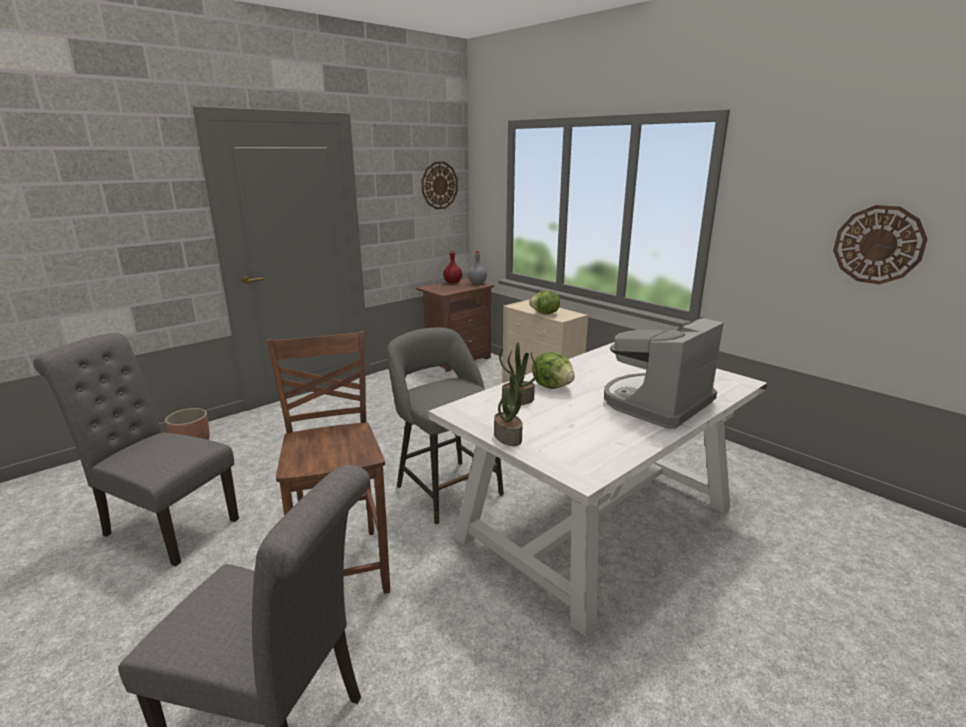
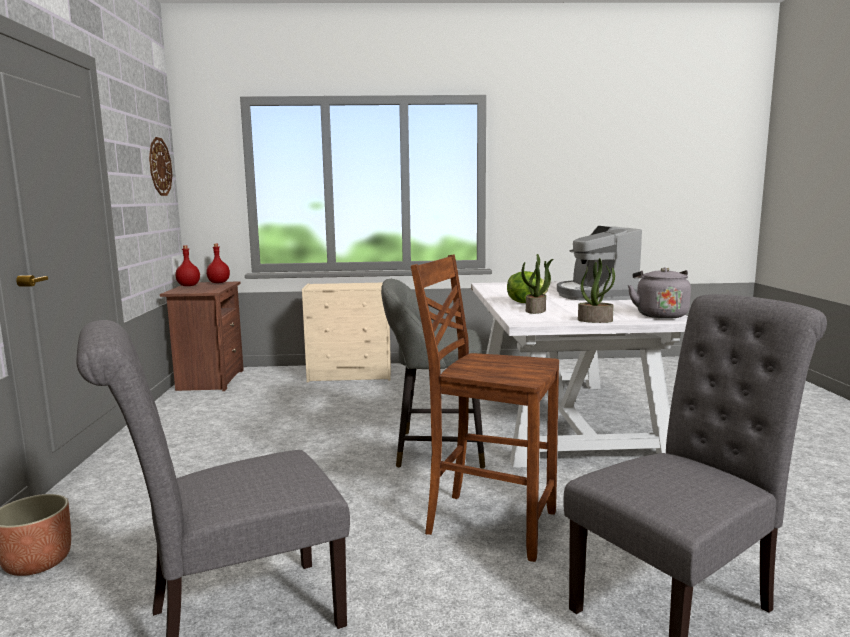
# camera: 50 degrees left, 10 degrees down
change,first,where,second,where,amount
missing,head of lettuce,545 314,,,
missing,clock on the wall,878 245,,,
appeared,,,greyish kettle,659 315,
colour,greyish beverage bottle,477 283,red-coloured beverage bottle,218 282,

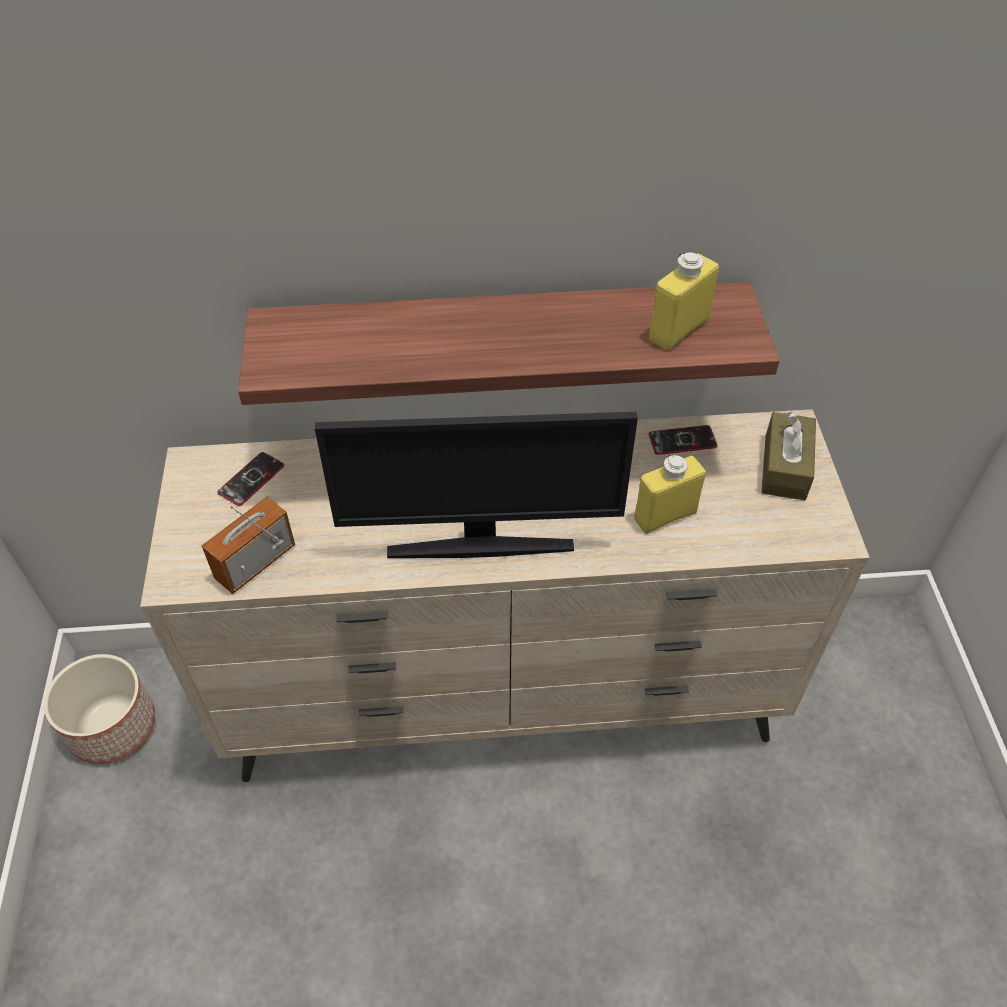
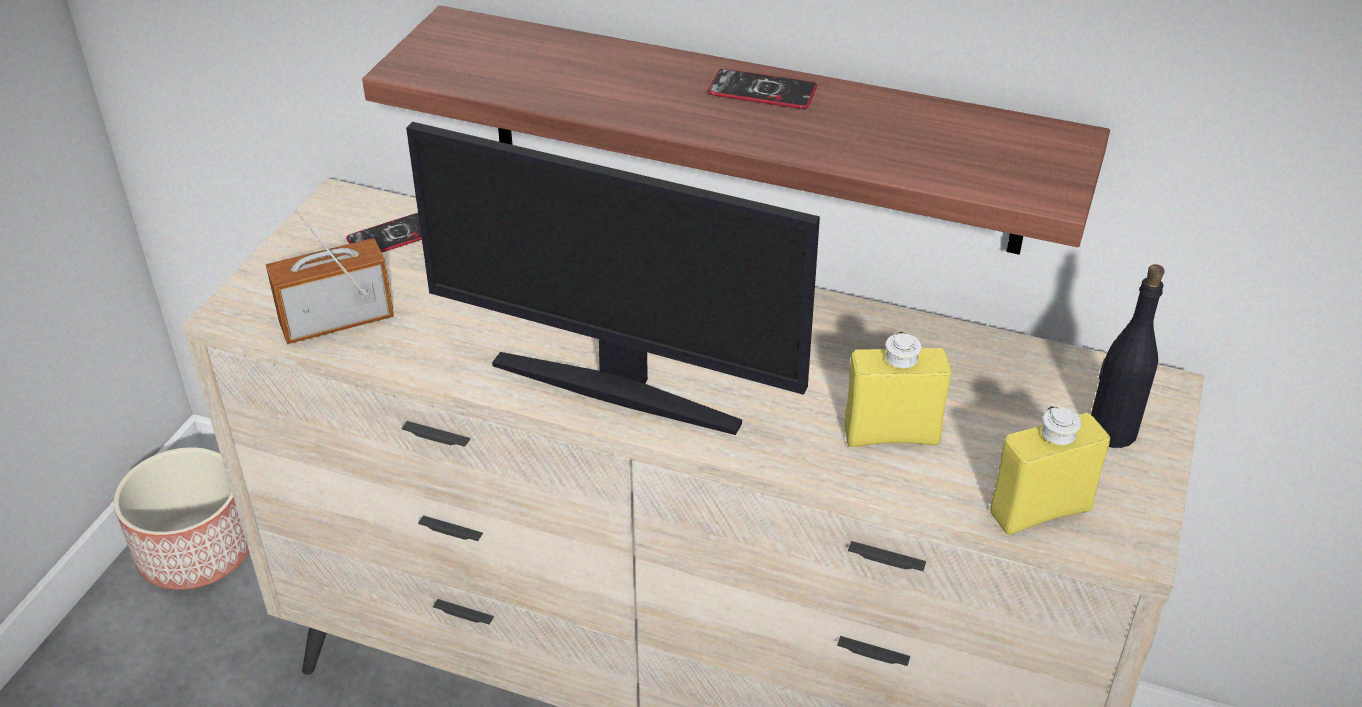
# camera: 25 degrees right, 10 degrees down
change,first,where,second,where,amount
relocated,telephone,682 441,,762 91,
relocated,yellow beverage bottle,678 330,,1040 511,
exchanged,brown tissue holder,785 467,black beverage bottle,1111 431,

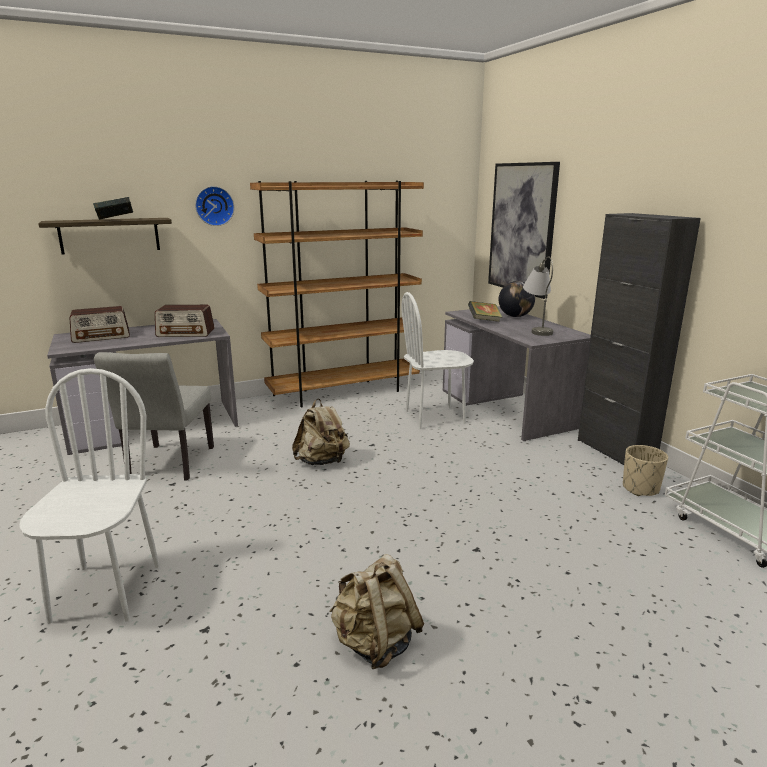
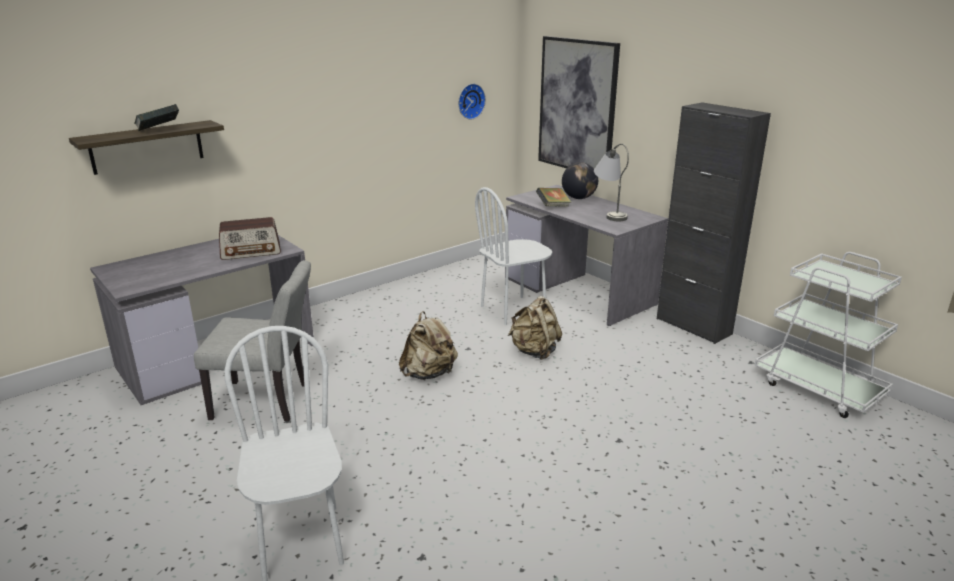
# camera: 15 degrees left, 5 degrees up
change,first,where,second,where,amount
missing,radio,101 337,,,
missing,brown bookcase,344 392,,,
missing,sand-coloured plant pot,640 488,,,
relocated,clock on the wall,214 206,,470 101,
relocated,sand-coloured rucksack,375 644,,534 351,
spun,greyish chair,168 466,,268 401,75 degrees counterclockwise

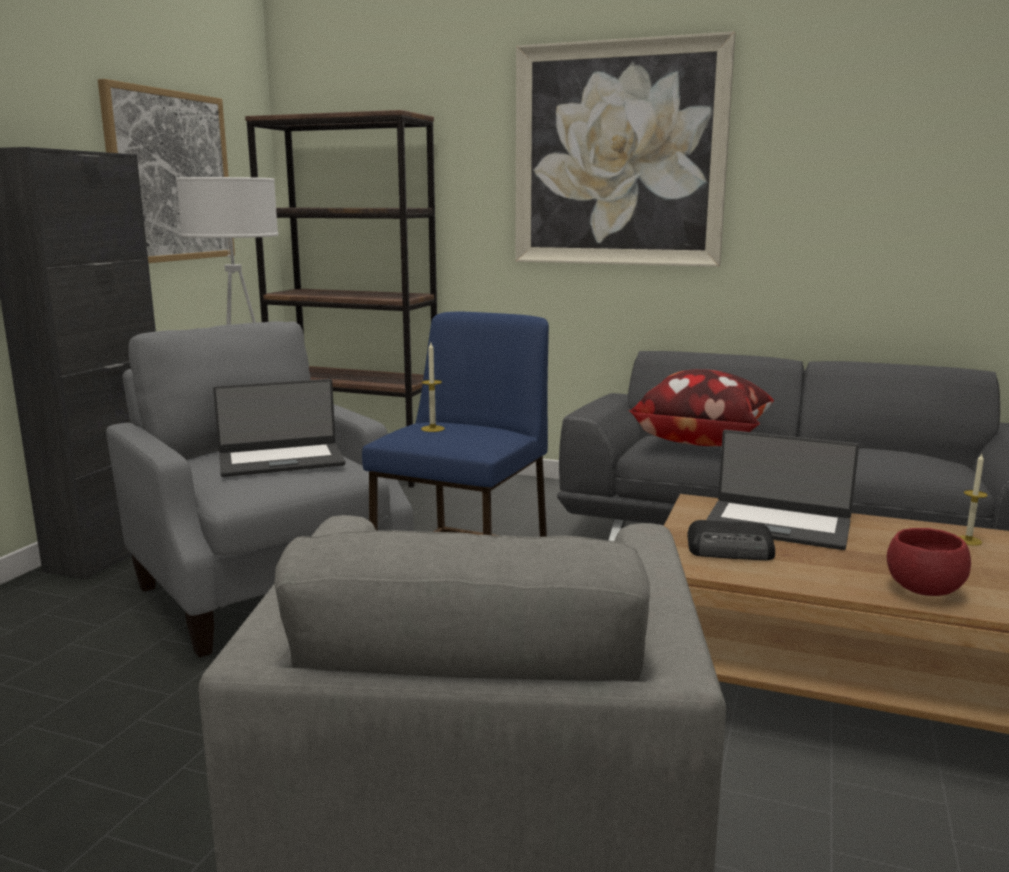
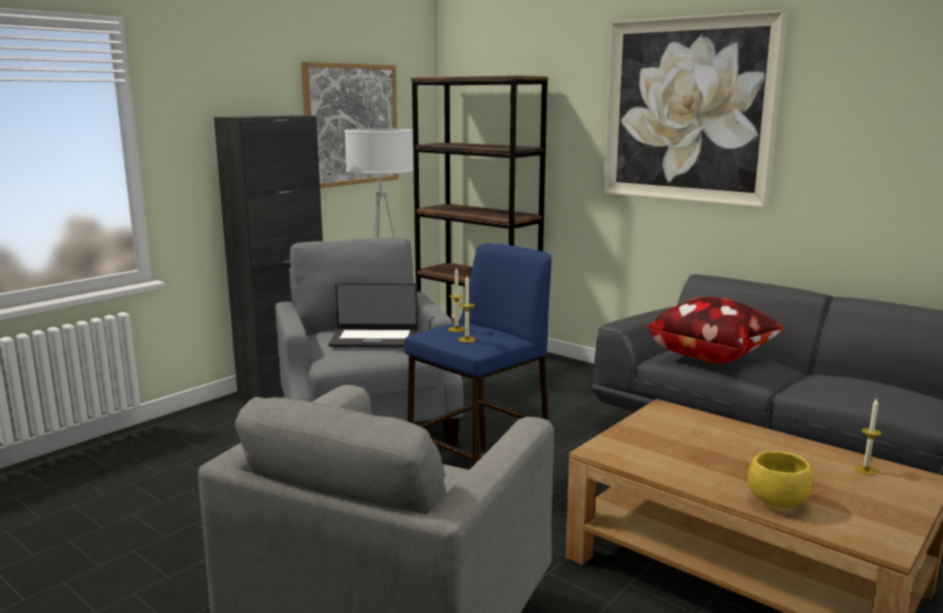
# camera: 20 degrees right, 0 degrees up
change,first,where,second,where,amount
missing,radio,731 549,,,
missing,portable computer,777 525,,,
appeared,,,wax candle,467 339,
colour,red-coloured serving bowl,923 591,yellow serving bowl,776 502,

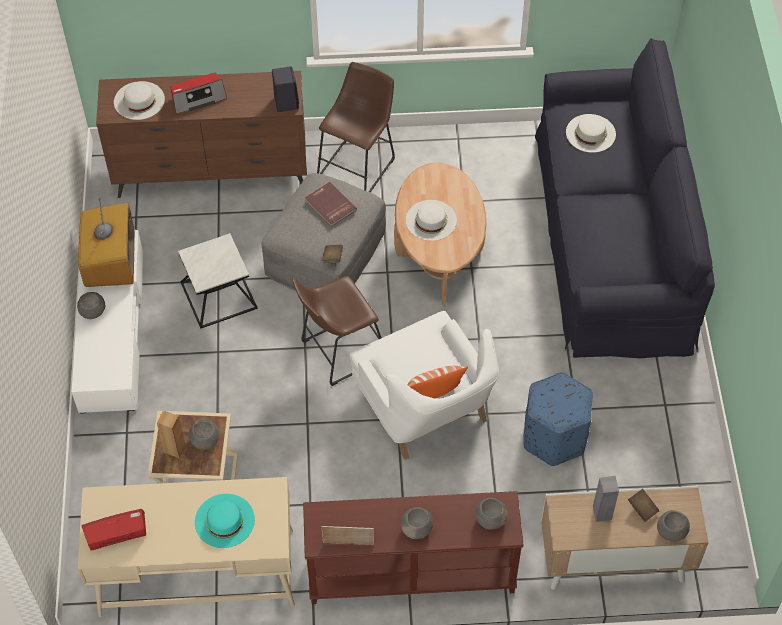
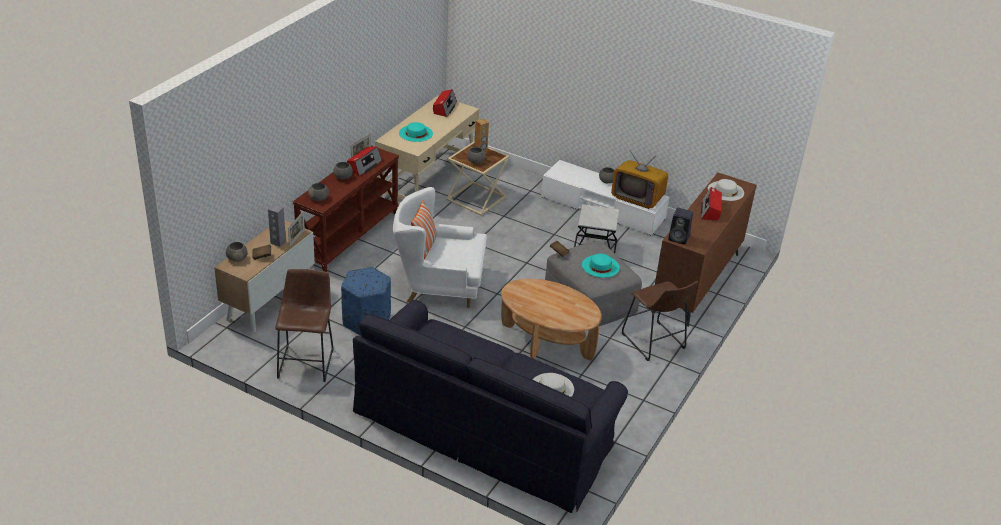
# camera: 120 degrees right, 20 degrees down
change,first,where,second,where,amount
missing,white-coloured clothing hat,431 220,,,
appeared,,,standing frame,297 238,
appeared,,,radio,364 165,
relocated,brown sitting stool,339 352,,307 361,
exchanged,red-coloured bound book,329 206,blue-green clothing hat,600 266,

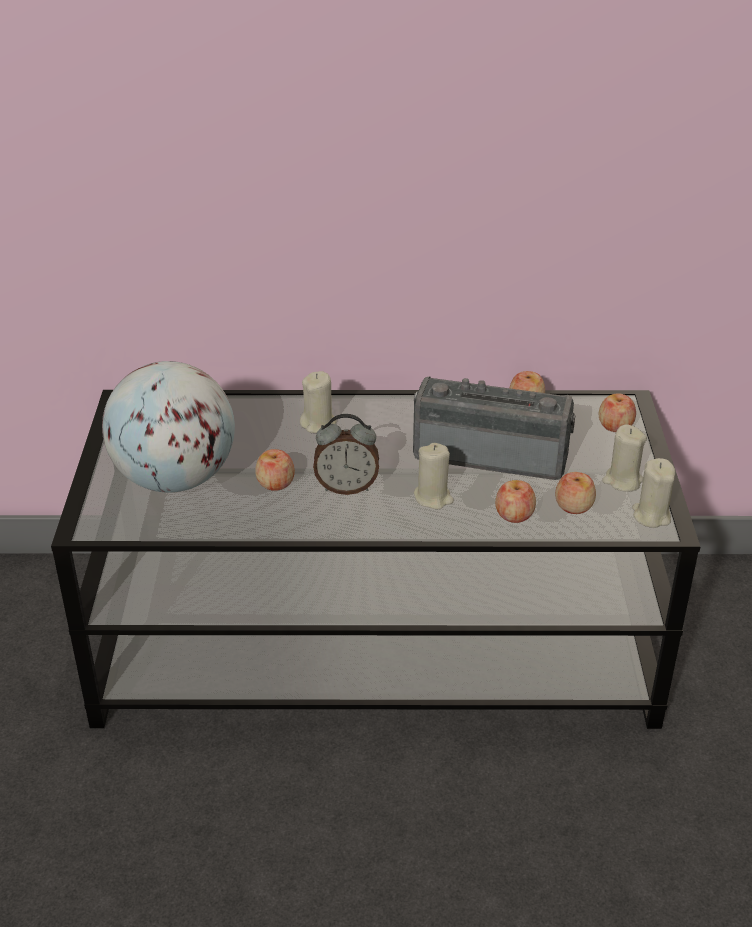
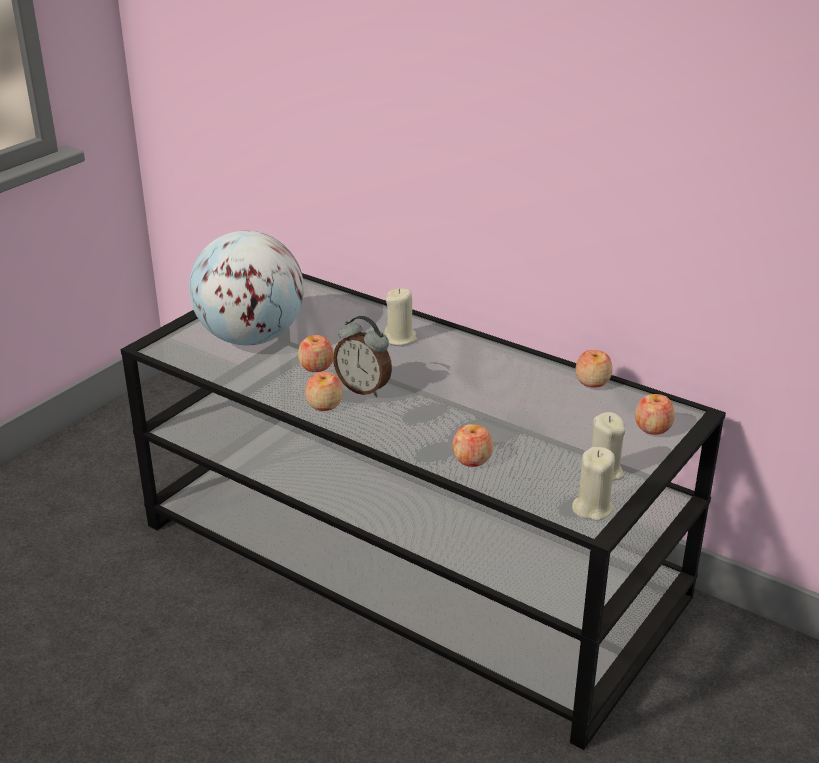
# camera: 35 degrees right, 5 degrees down
change,first,where,second,where,amount
missing,radio,491 453,,,
missing,sand-coloured wax candle,433 498,,,
relocated,apple fruit,574 506,,324 404,

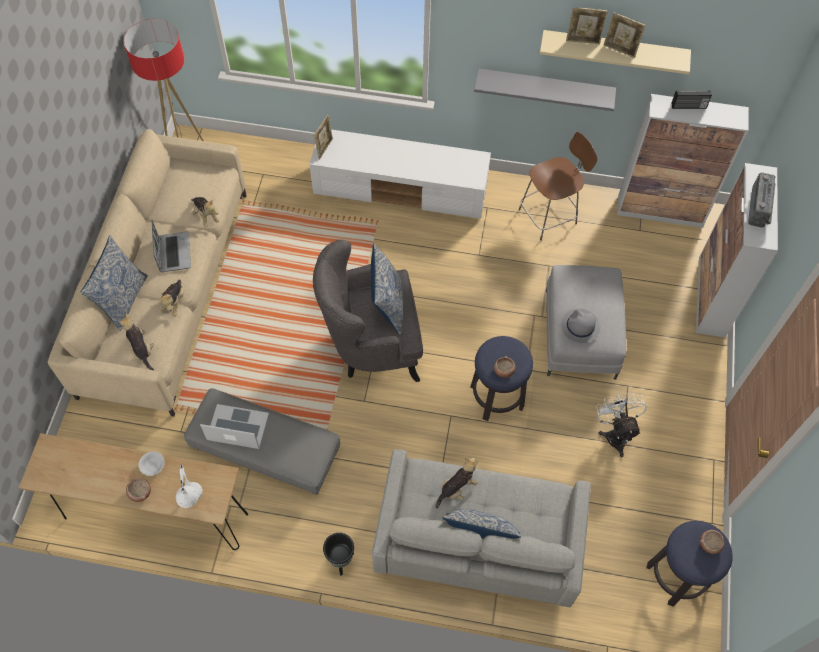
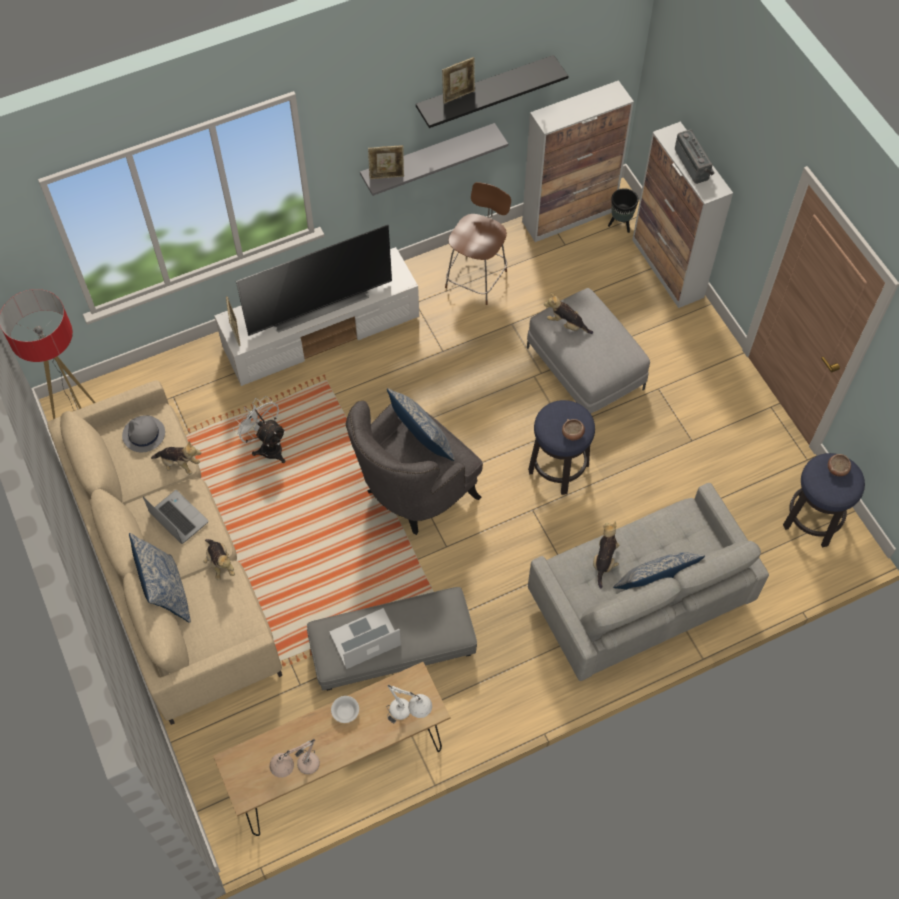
# camera: 35 degrees left, 0 degrees up
change,first,where,second,where,amount
missing,serving bowl,140 492,,,
missing,radio,688 106,,,
appeared,,,television,318 305,
appeared,,,sand-coloured table lamp,298 771,
relocated,plush toy,141 350,,566 324,
relocated,black plant pot,340 561,,620 225,
relocated,greyish clothing hat,580 326,,143 434,
relocated,white-coloured fan,615 433,,267 446,
relocated,standing frame,620 50,,387 176,
colour,sand-coloured bracket shelf,613 51,black bracket shelf,485 90,

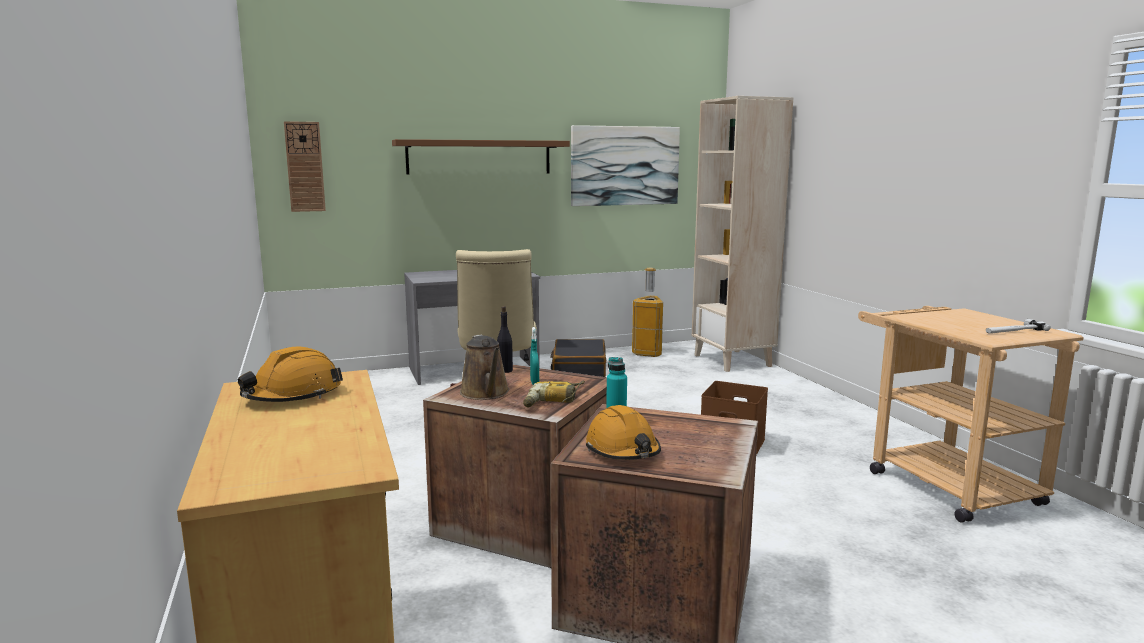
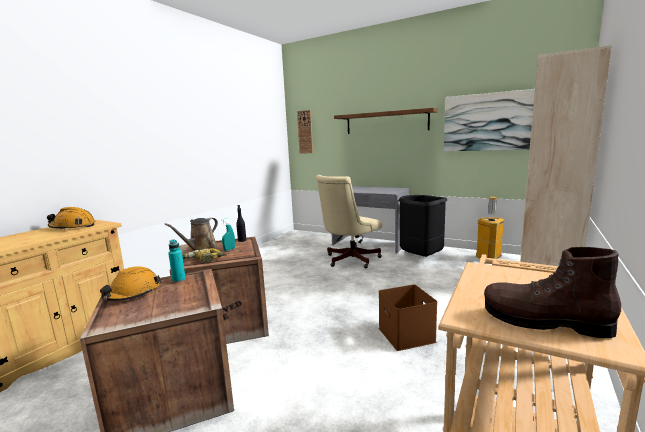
# camera: 50 degrees right, 0 degrees up
change,first,where,second,where,amount
exchanged,black suitcase,579 370,black rubbish bin,420 258,
exchanged,hammer,1014 331,brown high-top boot,544 322,

